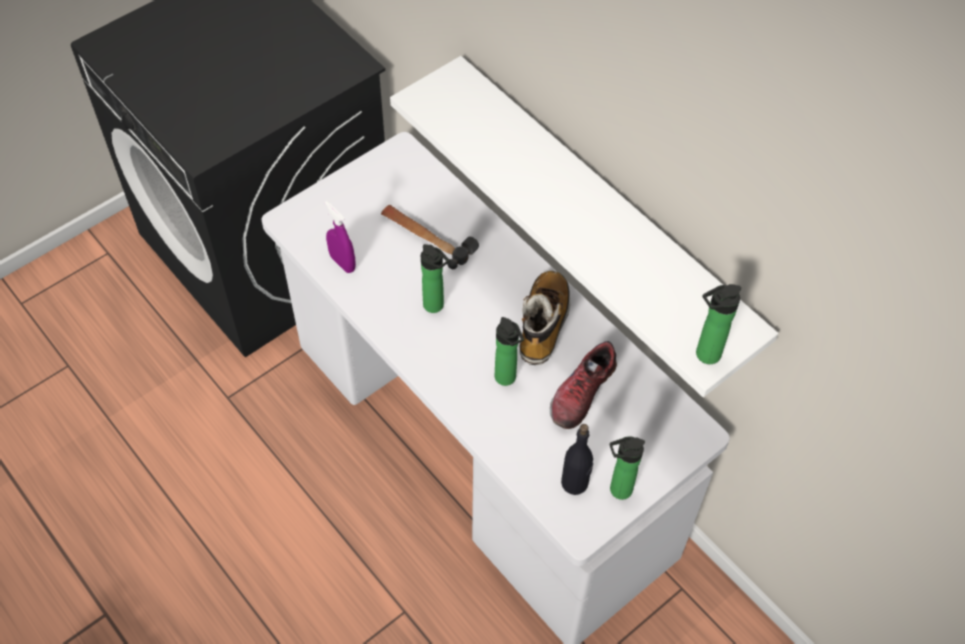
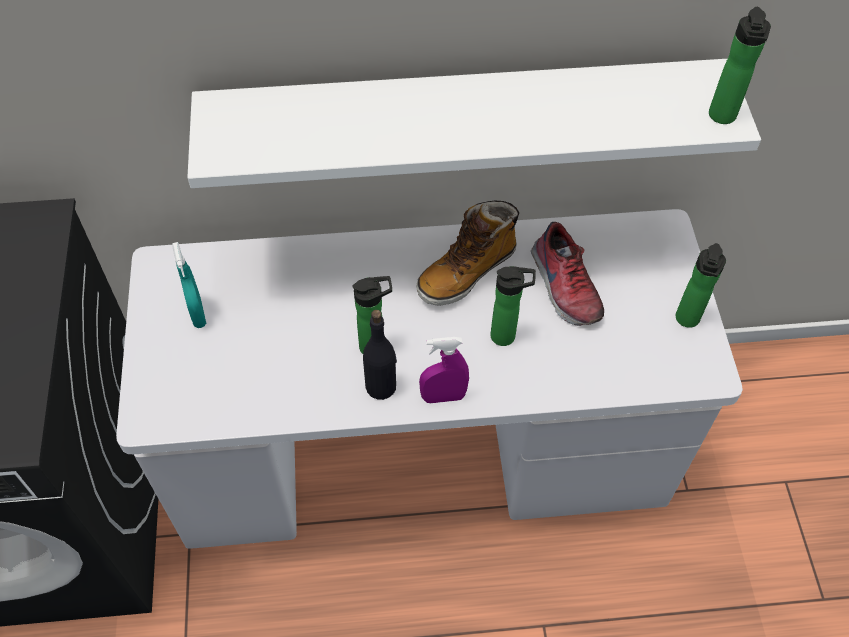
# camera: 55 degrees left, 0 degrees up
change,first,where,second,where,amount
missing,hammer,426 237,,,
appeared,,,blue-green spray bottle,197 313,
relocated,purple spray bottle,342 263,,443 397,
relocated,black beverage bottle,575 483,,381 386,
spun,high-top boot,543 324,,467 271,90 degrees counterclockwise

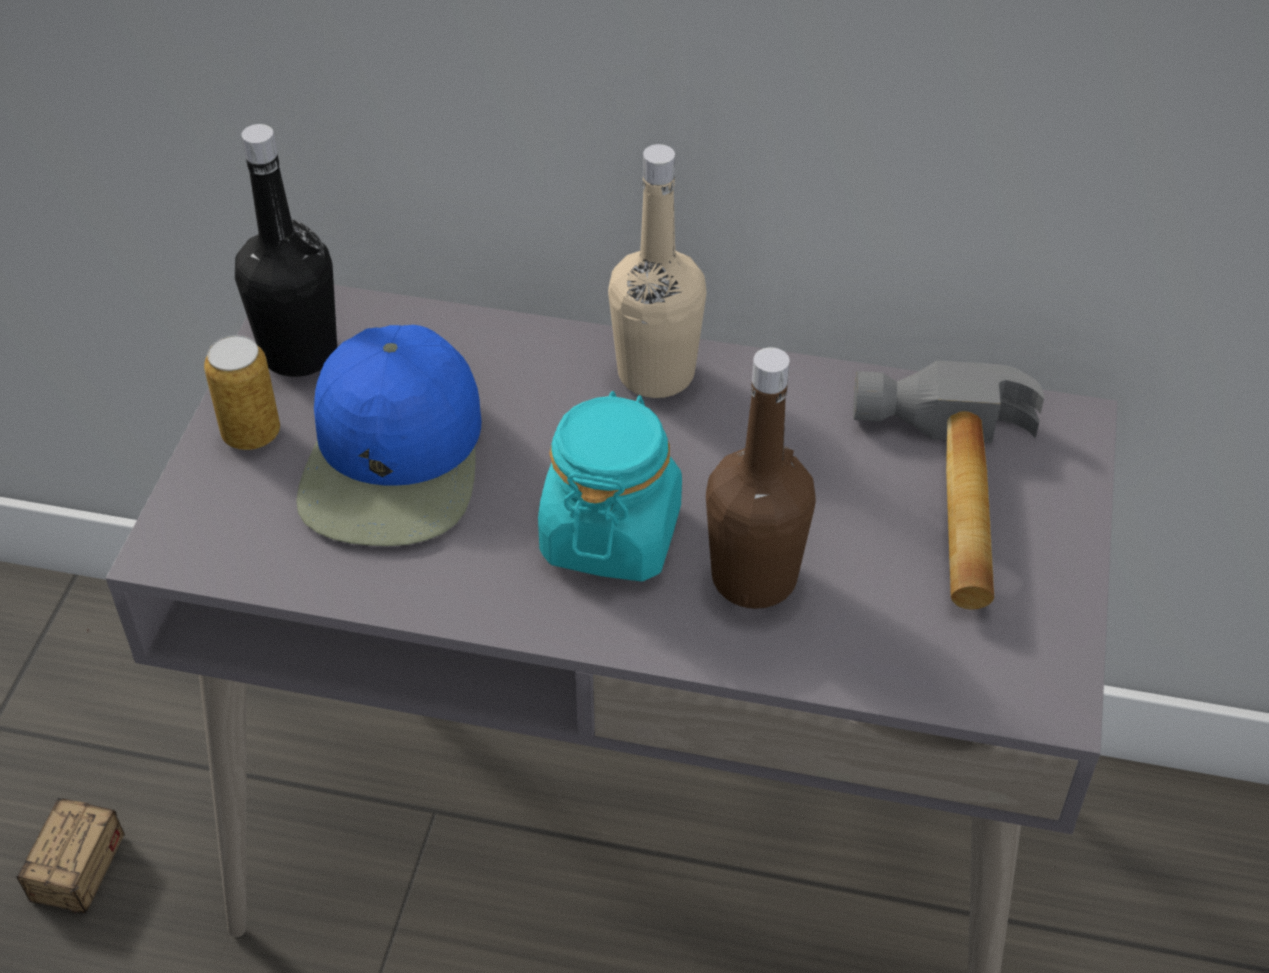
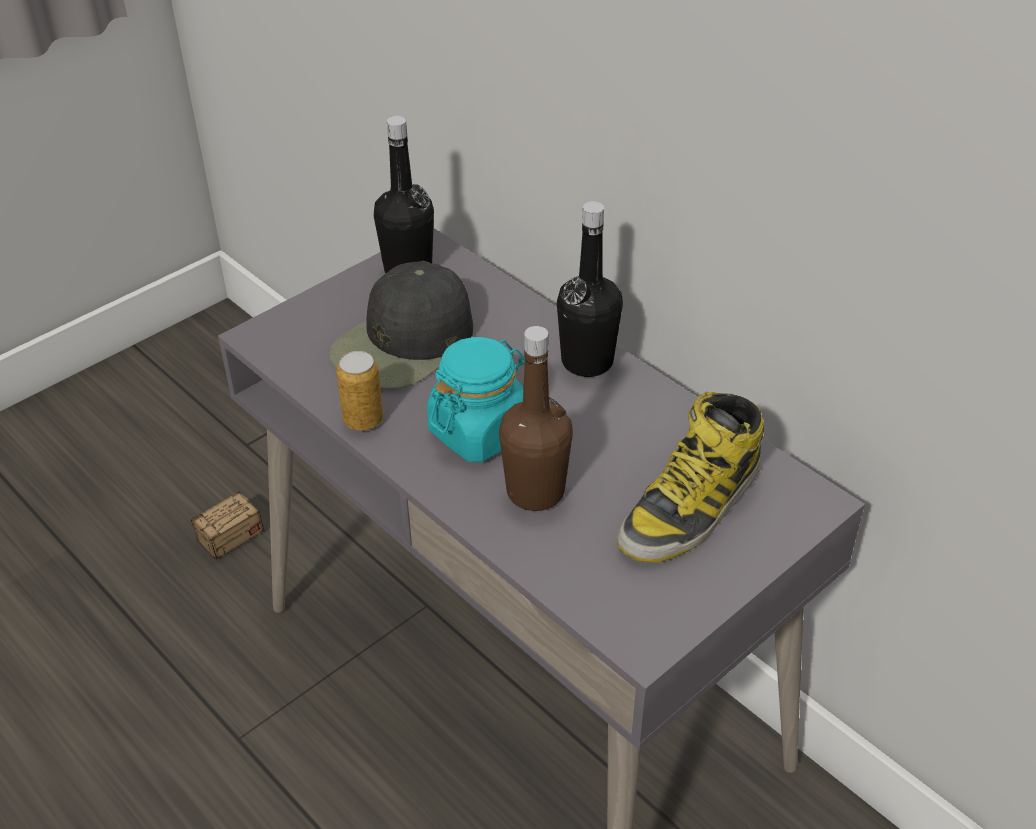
# camera: 35 degrees right, 5 degrees down
change,first,where,second,where,amount
relocated,metal can,251 433,,363 420,
exchanged,hammer,946 501,high-top boot,691 507,
colour,blue cap,395 460,black cap,404 343,
colour,sand-coloured beverage bottle,656 373,black beverage bottle,587 361,

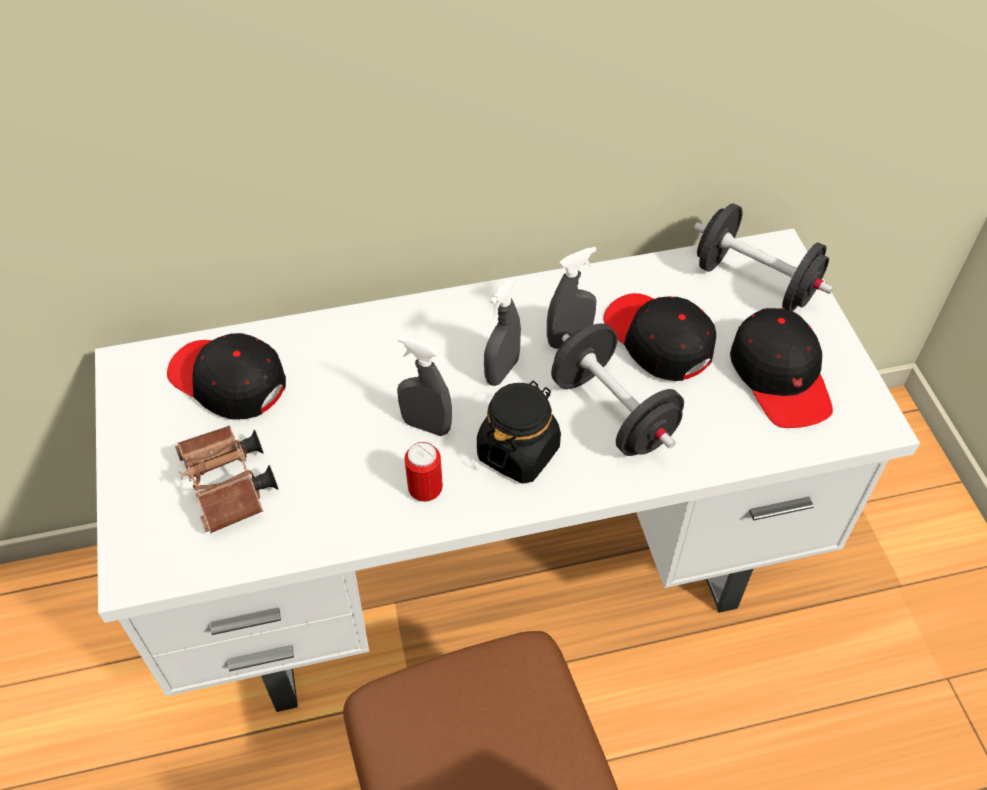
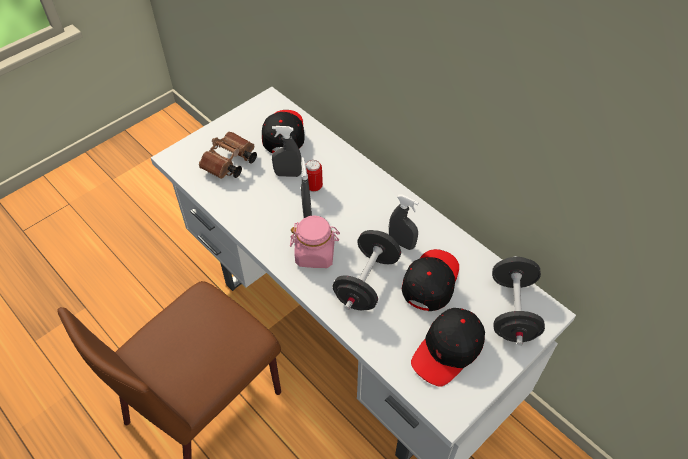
# camera: 60 degrees right, 0 degrees up
change,first,where,second,where,amount
relocated,metal can,425 490,,314 187,
relocated,greyish spray bottle,502 371,,288 174,
colour,black storage jar,518 452,pink-coloured storage jar,315 254,

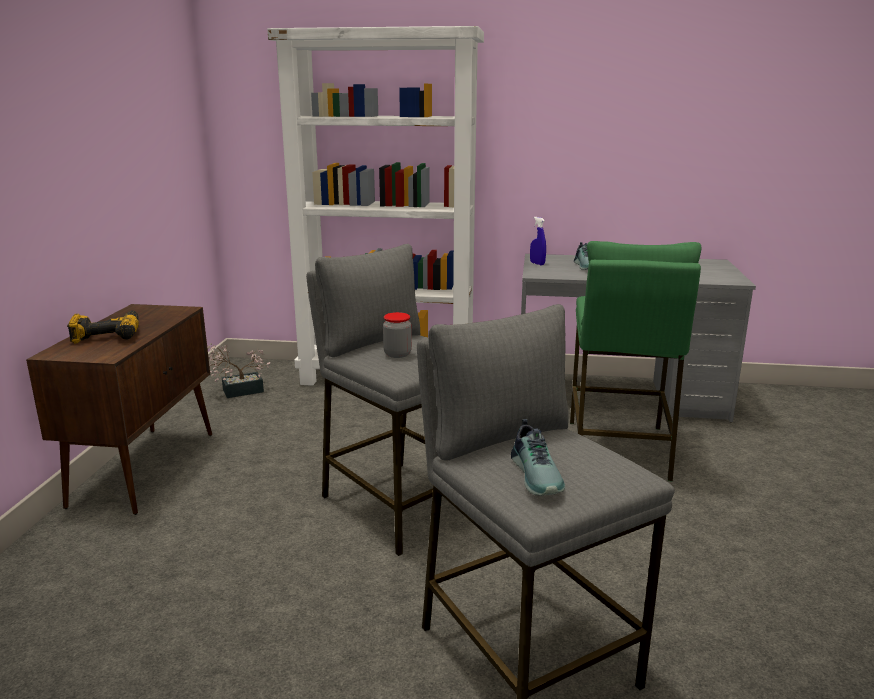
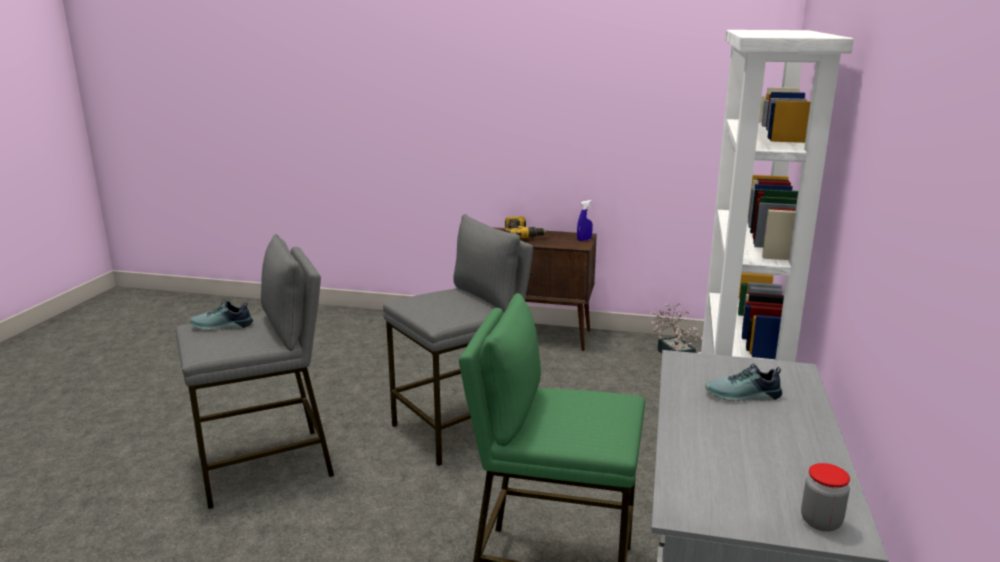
# camera: 95 degrees right, 0 degrees up
change,first,where,second,where,amount
relocated,storage jar,397 354,,821 522,
relocated,blue spray bottle,537 264,,584 240,

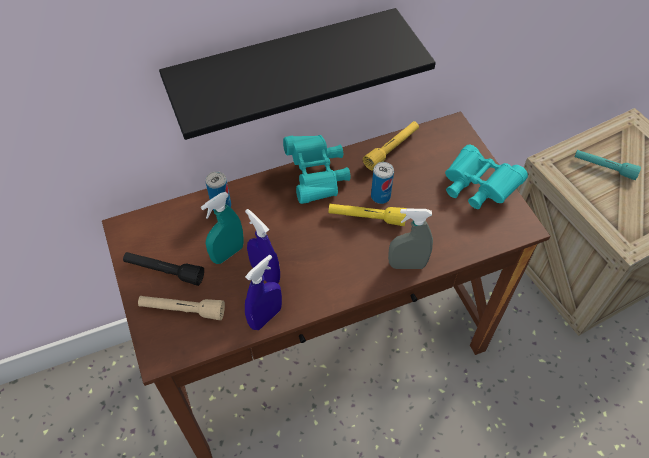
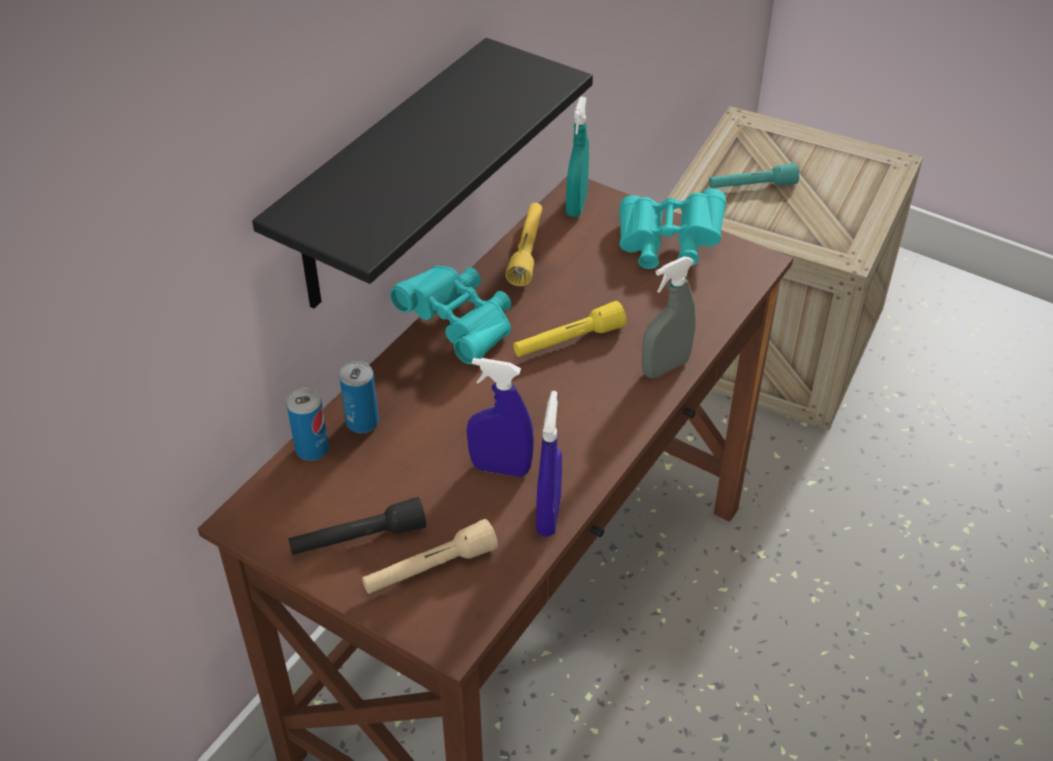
# camera: 35 degrees left, 10 degrees down
change,first,where,second,where,amount
relocated,blue-green spray bottle,228 253,,576 205,
relocated,metal can,380 196,,312 449,

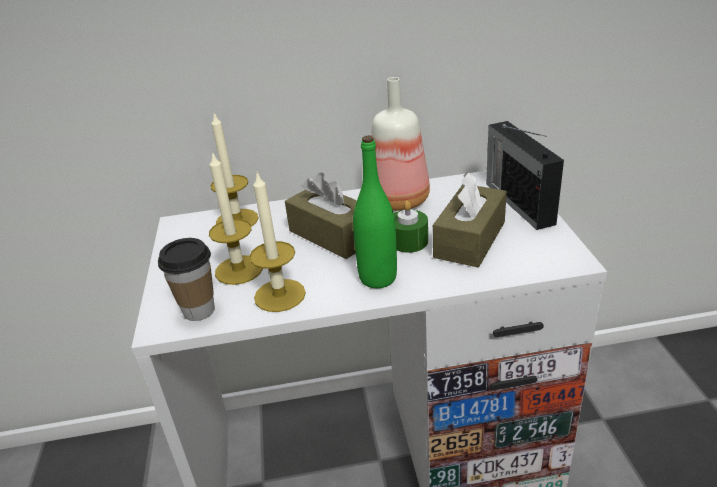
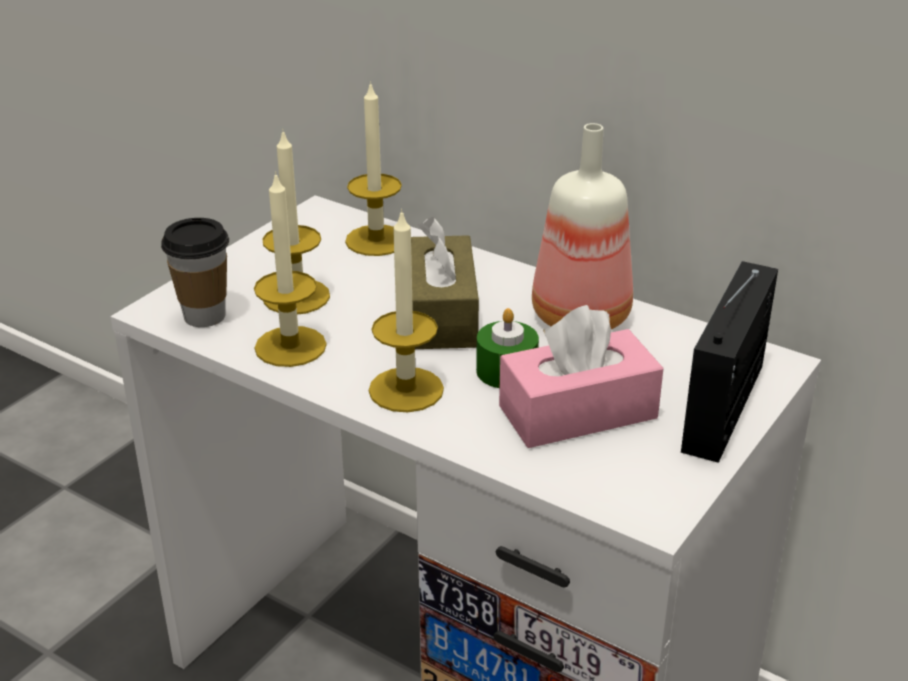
# camera: 40 degrees right, 0 degrees up
change,first,where,second,where,amount
exchanged,green beverage bottle,378 278,wax candle,406 390,
colour,brown tissue holder,470 239,pink-coloured tissue holder,577 412,

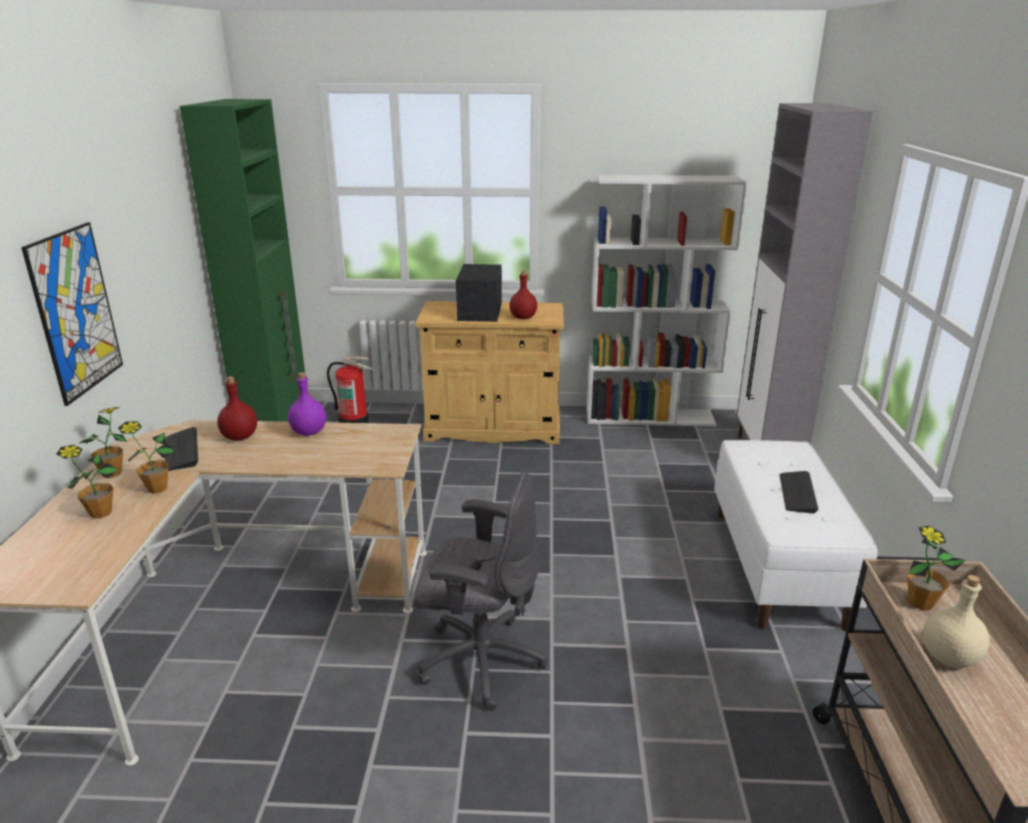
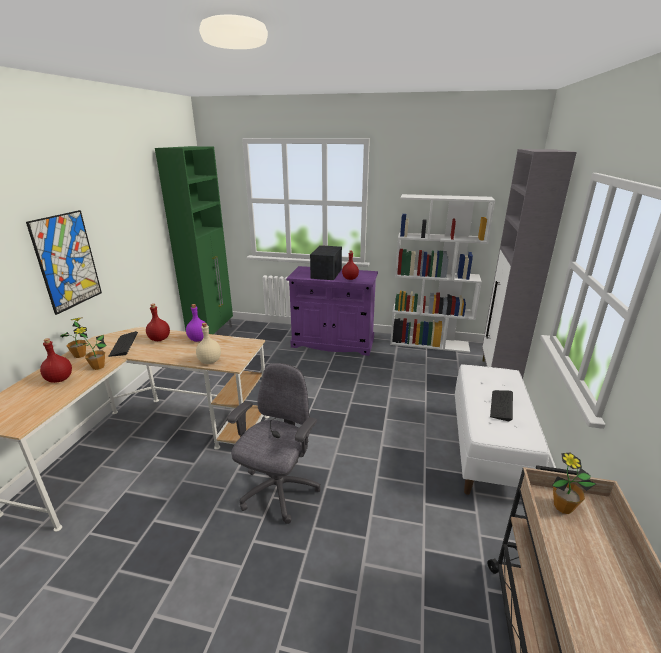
# camera: 10 degrees right, 0 degrees up
change,first,where,second,where,amount
missing,extinguisher,354 422,,,
relocated,sand-coloured beverage bottle,947 657,,209 361,
exchanged,houseplant,100 513,red-coloured beverage bottle,60 379,
colour,sand-coloured cabinet,493 428,purple cabinet,333 343,
spun,greyish office chair,479 660,,278 491,90 degrees counterclockwise

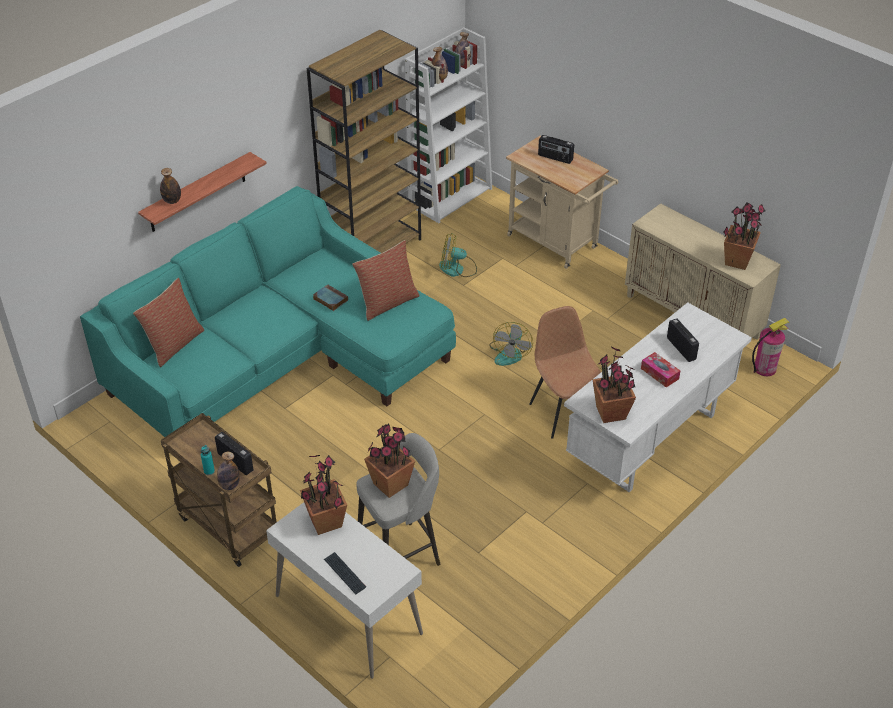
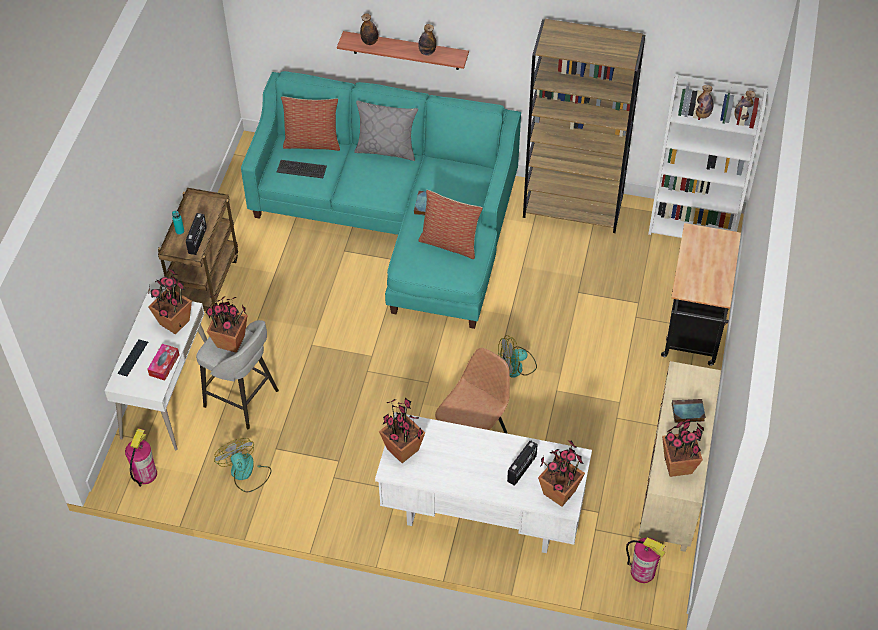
# camera: 60 degrees right, 10 degrees up
change,first,where,second,where,amount
missing,radio,555 158,,,
appeared,,,extinguisher,145 474,
appeared,,,PC keyboard,301 169,
appeared,,,greyish pillow,386 149,
appeared,,,houseplant,559 492,
appeared,,,bound book,687 412,
relocated,beverage bottle,229 485,,427 52,
relocated,fan,457 269,,245 473,
relocated,tissue holder,659 373,,164 365,
colour,sand-coloured trolley,556 244,black trolley,692 333,

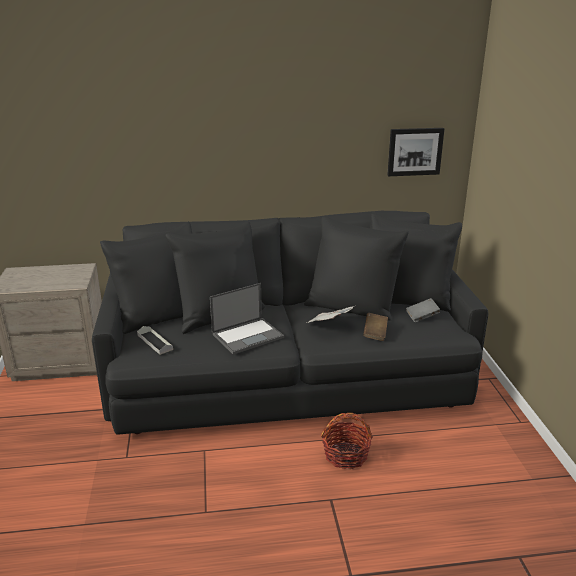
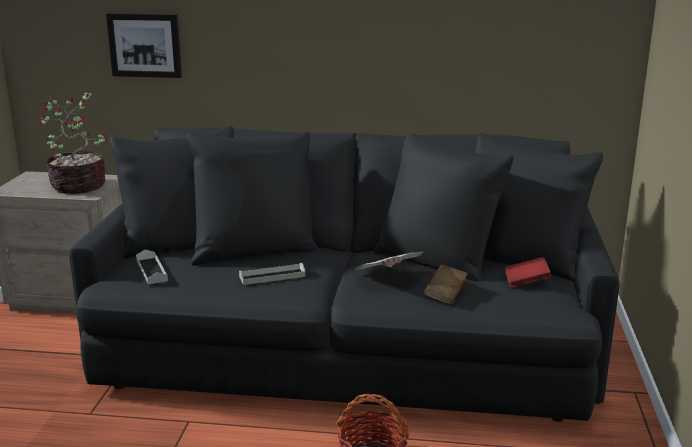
# camera: 15 degrees right, 5 degrees down
change,first,where,second,where,amount
appeared,,,houseplant,80 186,
relocated,wall picture,414 151,,145 45,
exchanged,portable computer,248 335,greyish serving tray,272 276,
colour,greyish bound book,422 317,red-coloured bound book,526 282,

